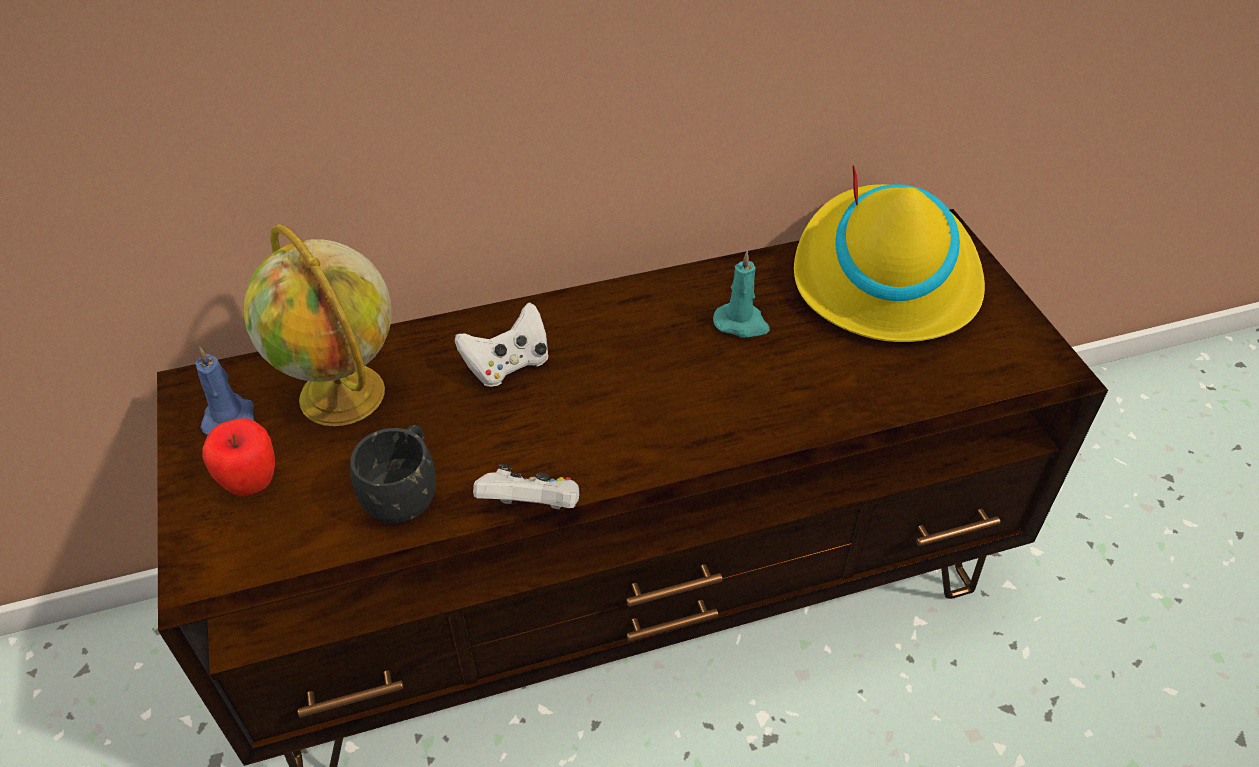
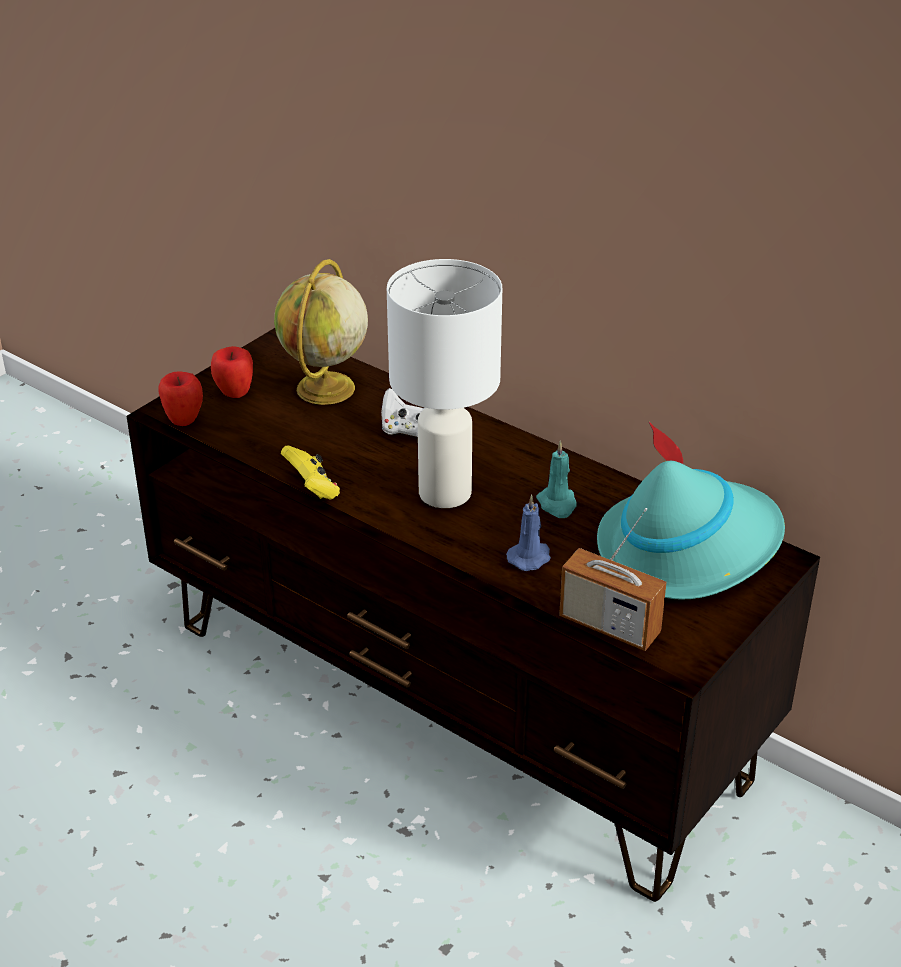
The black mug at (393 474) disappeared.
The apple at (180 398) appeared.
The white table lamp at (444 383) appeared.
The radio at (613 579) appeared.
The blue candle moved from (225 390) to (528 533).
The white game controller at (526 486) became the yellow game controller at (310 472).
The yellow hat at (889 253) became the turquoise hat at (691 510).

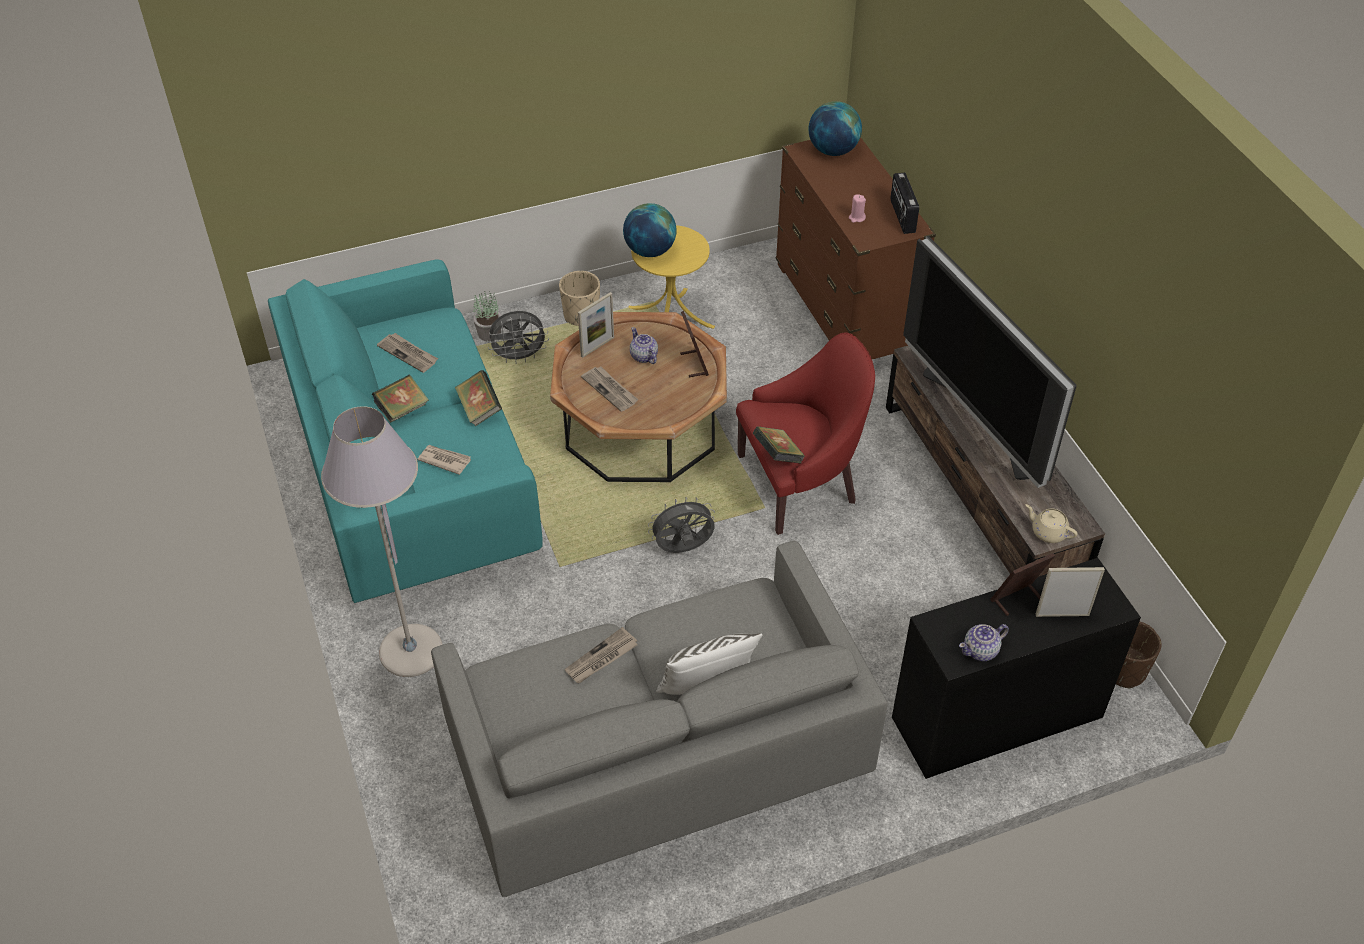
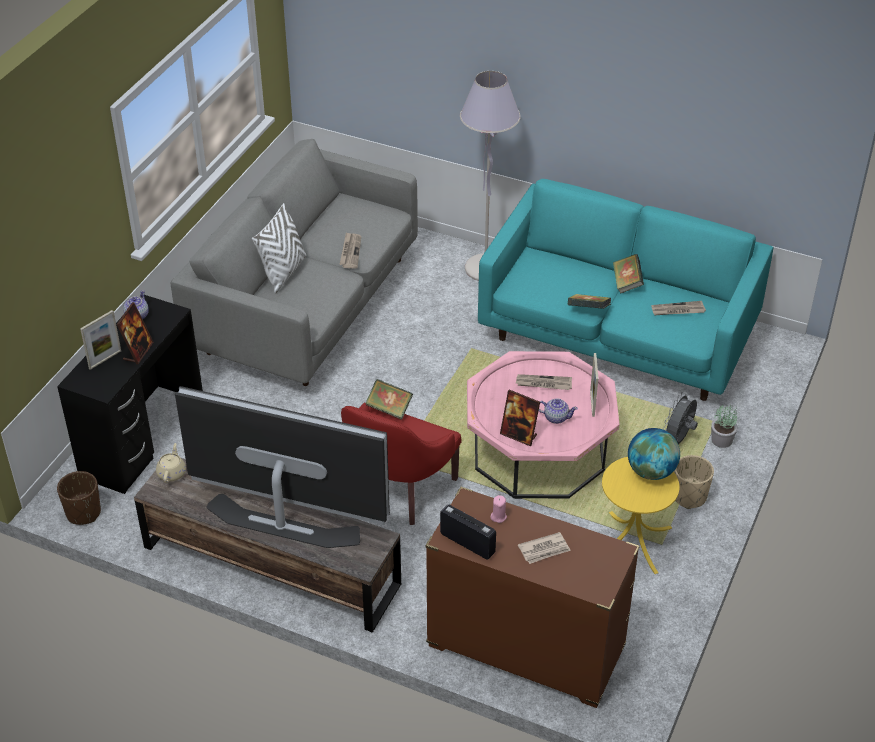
The grey fan at (681 525) disappeared.
The globe at (835 128) disappeared.
The newspaper moved from (444 460) to (544 548).
The brown coffee table at (638 397) became the pink coffee table at (543 425).
The beige teapot at (1052 523) turned 75 degrees counterclockwise.

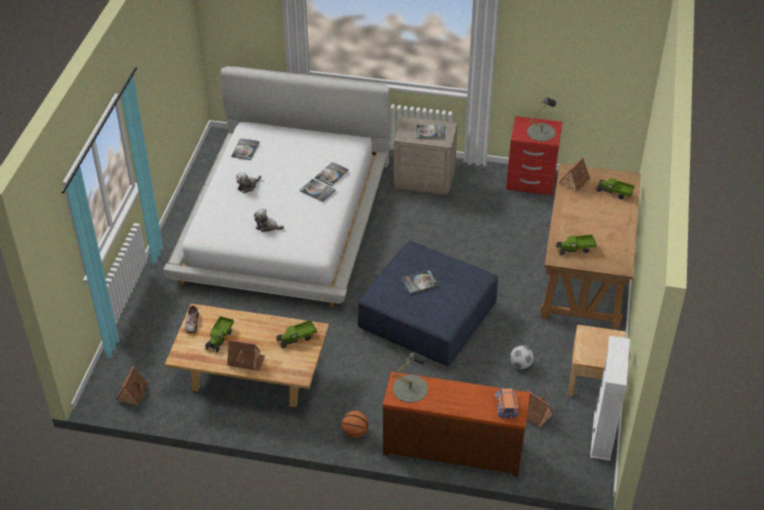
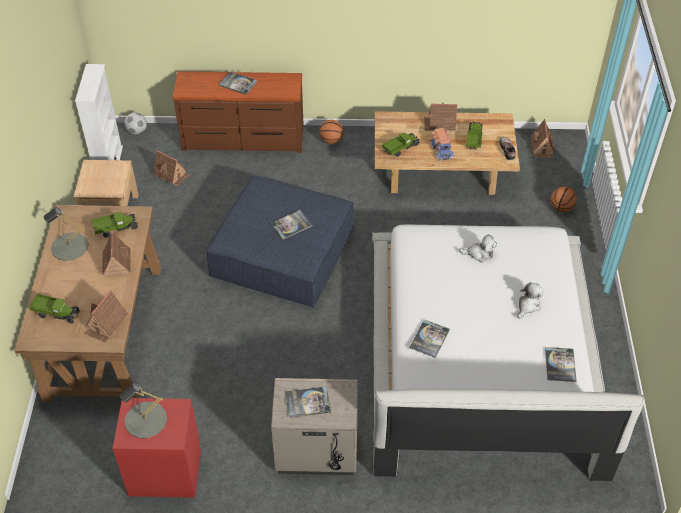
The toy house at (117 254) appeared.
The basketball at (564 199) appeared.
The book moved from (318 190) to (238 83).
The grey table lamp moved from (410 377) to (66 234).
The toy truck moved from (507 404) to (442 144).
The football moved from (522 357) to (135 123).

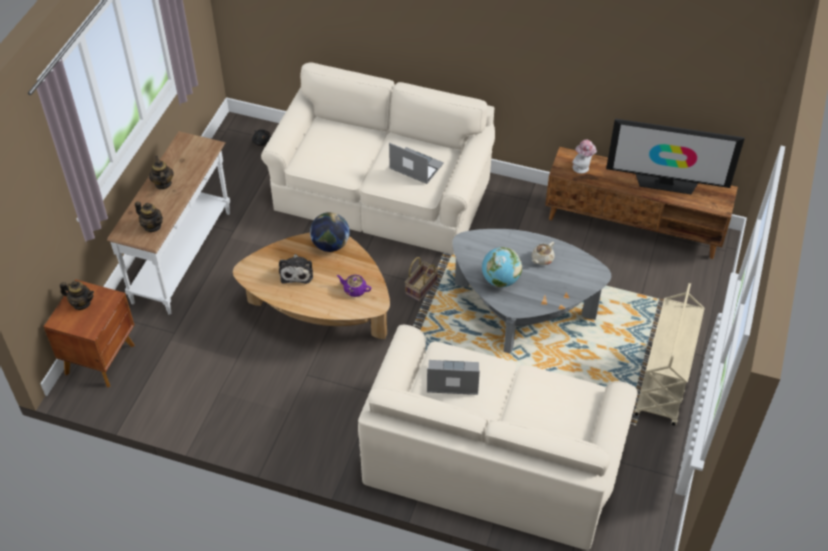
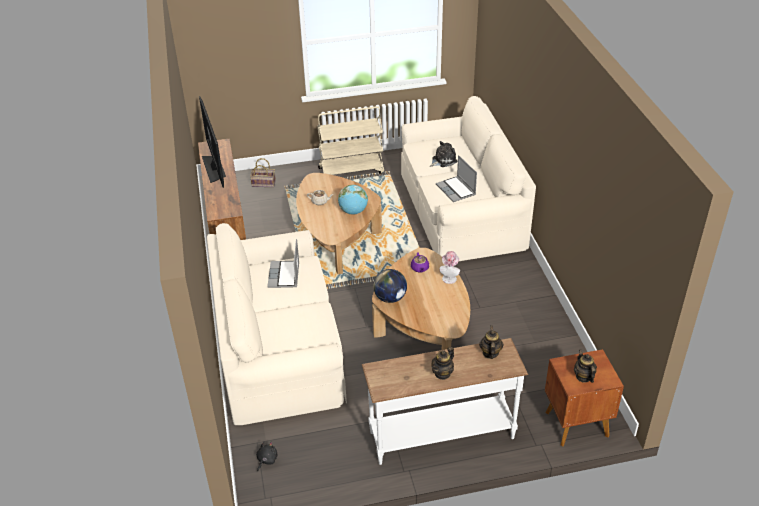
The plush toy moved from (296 269) to (444 154).
The basket moved from (421 279) to (263 172).
The hat moved from (585 157) to (450 267).
The grey coffee table at (531 291) became the brown coffee table at (339 223).

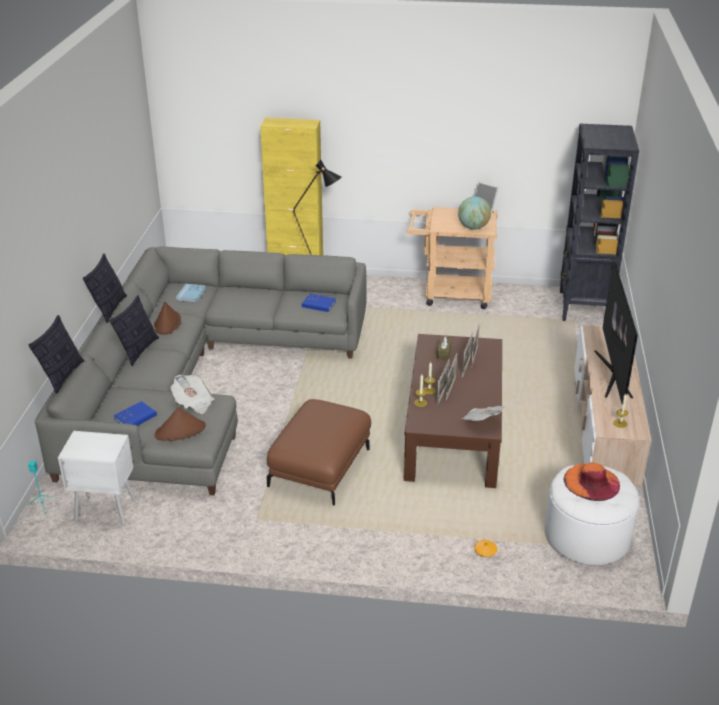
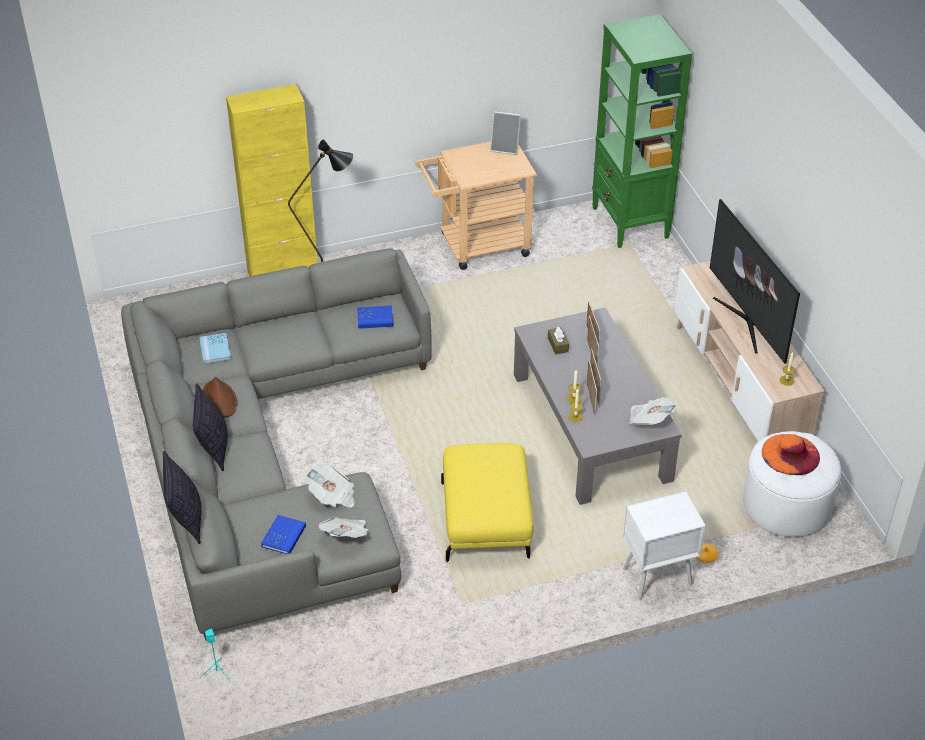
The pillow at (105 288) disappeared.
The globe at (474 212) disappeared.
The white nightstand moved from (97 478) to (664 545).
The brown hat at (180 424) was replaced by the newspaper at (343 527).
The brown ottoman at (319 452) became the yellow ottoman at (487 502).
The brown coffee table at (453 411) became the grey coffee table at (598 406).
The black bookcase at (599 222) became the green bookcase at (642 131).

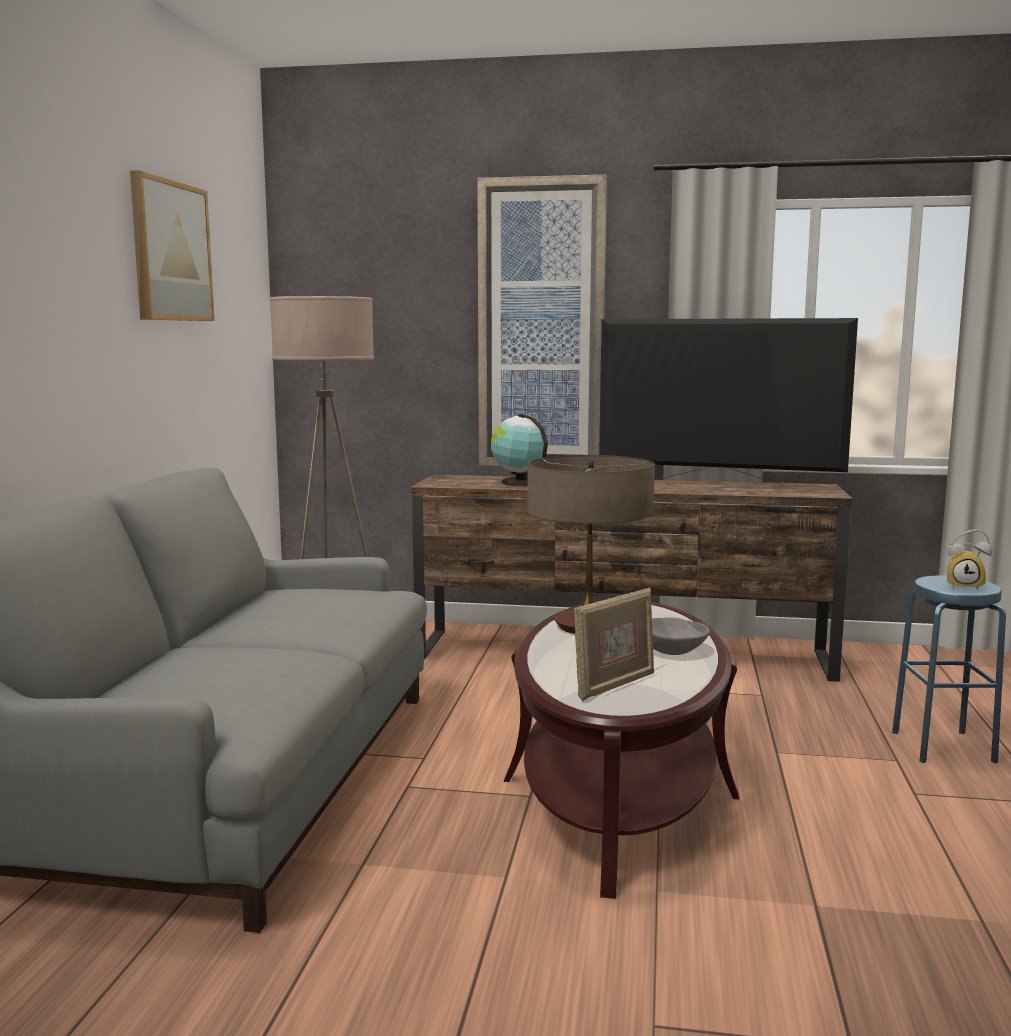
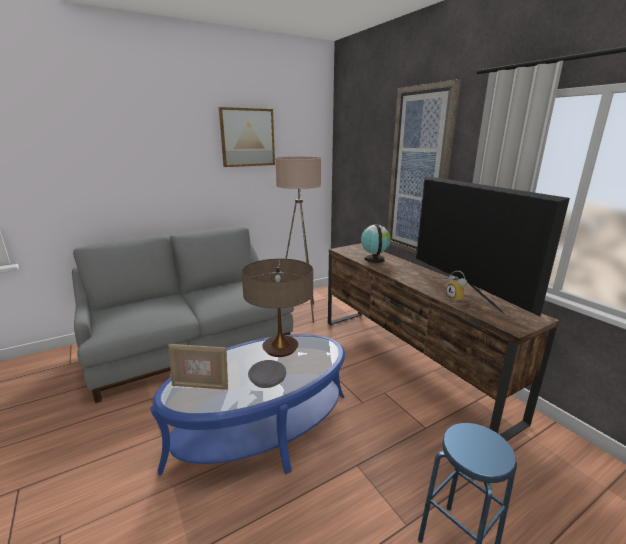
The alarm clock moved from (970 559) to (456 287).
The brown coffee table at (621 750) became the blue coffee table at (247 404).

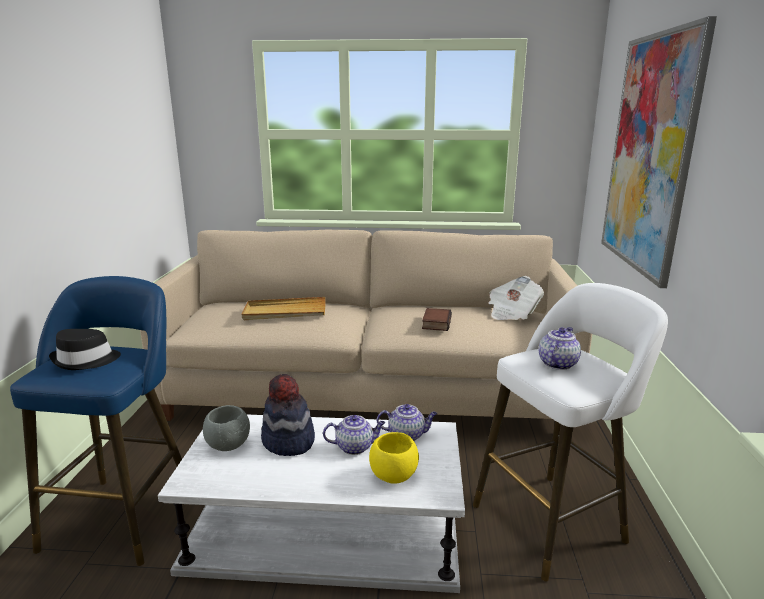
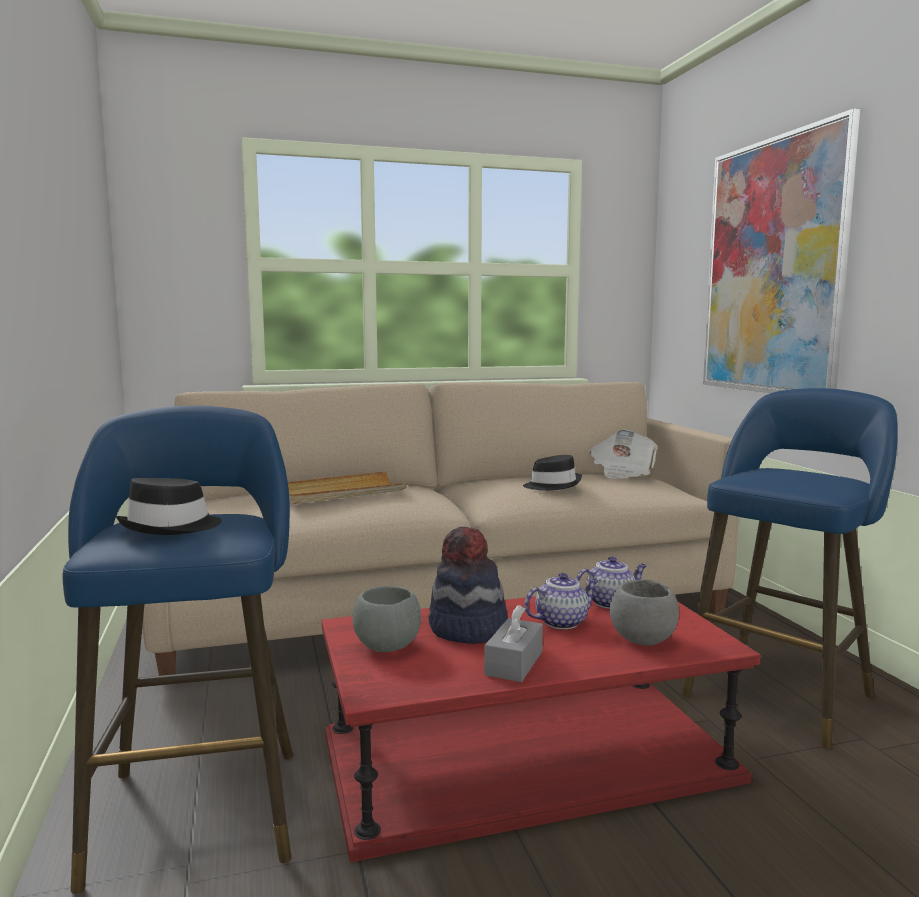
The teapot at (560 348) disappeared.
The grey tissue box at (513 643) appeared.
The book at (437 319) was replaced by the black hat at (552 473).
The white coffee table at (311 503) became the red coffee table at (541 729).
The yellow bowl at (394 458) became the grey bowl at (644 612).
The white stool at (570 432) became the blue stool at (790 568).

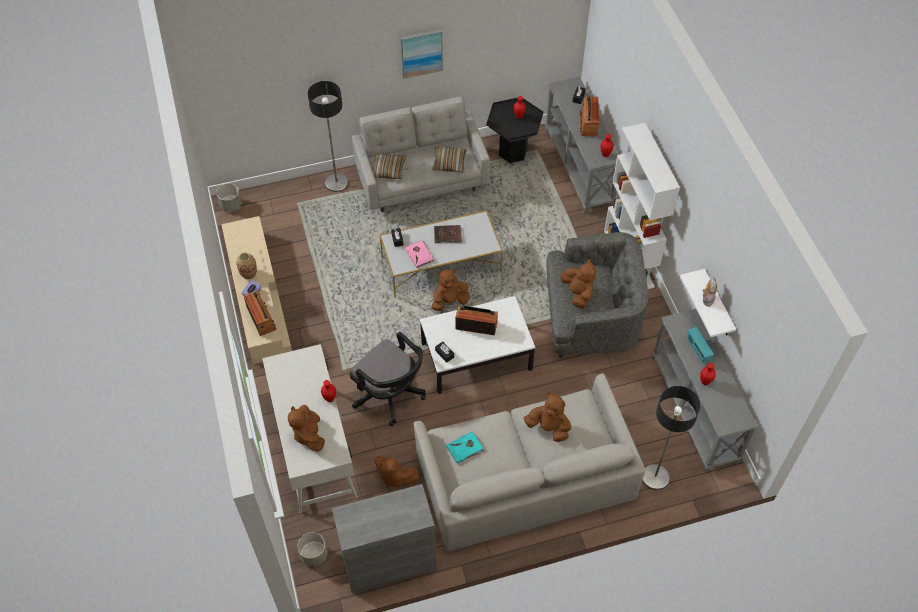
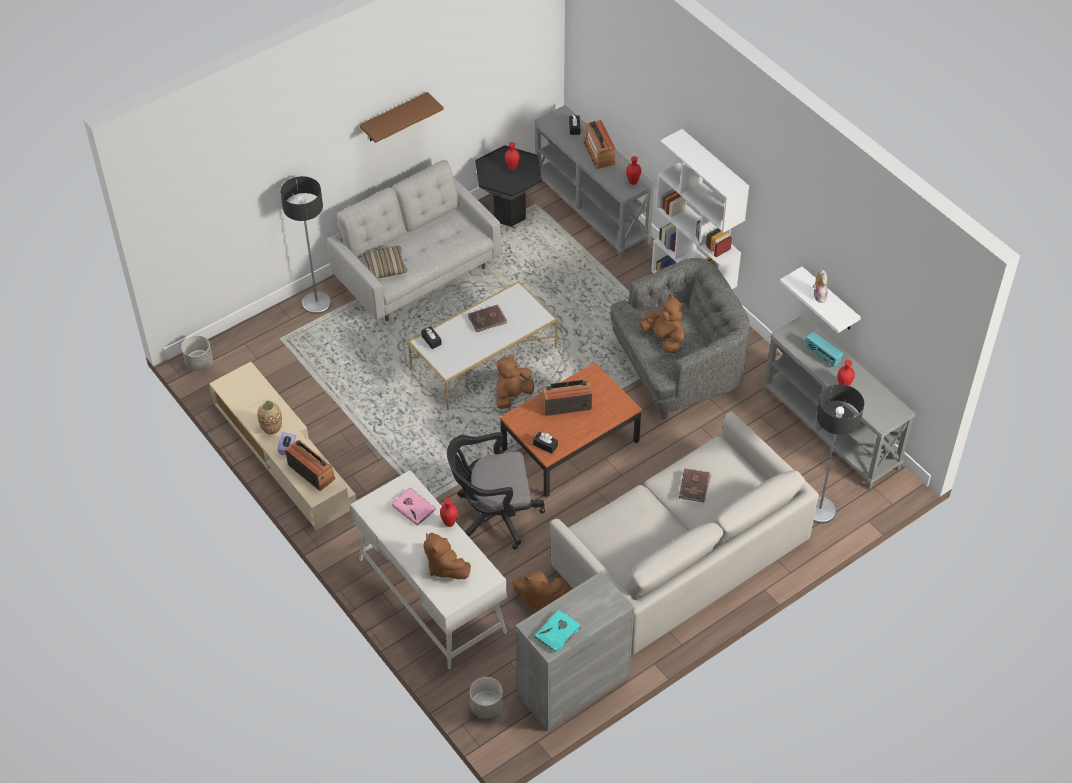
The pillow at (449 159) disappeared.
The pink book moved from (419 254) to (414 507).
The turquoise book moved from (465 448) to (558 631).
The picture at (421 54) was replaced by the brown shelf at (402 117).
The brown plush toy at (547 417) was replaced by the brown book at (695 485).
The white coffee table at (477 345) became the brown coffee table at (571 430).
The black office chair at (388 379) turned 150 degrees clockwise.

